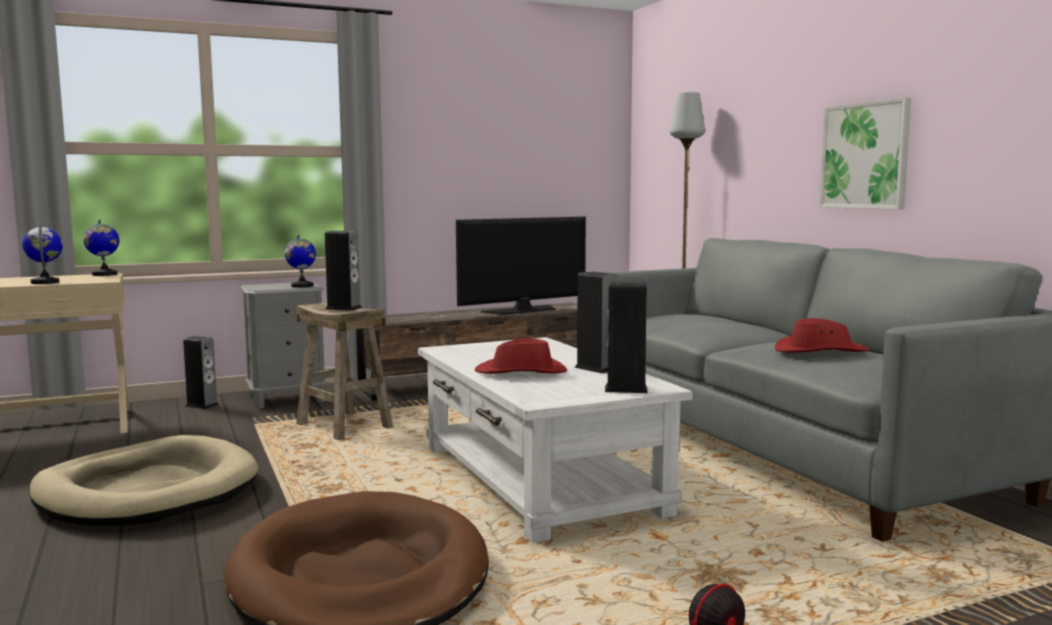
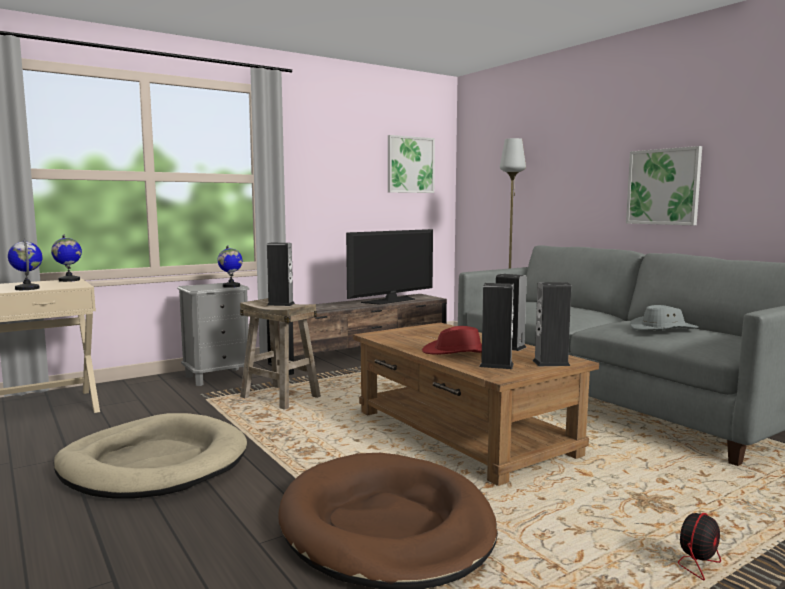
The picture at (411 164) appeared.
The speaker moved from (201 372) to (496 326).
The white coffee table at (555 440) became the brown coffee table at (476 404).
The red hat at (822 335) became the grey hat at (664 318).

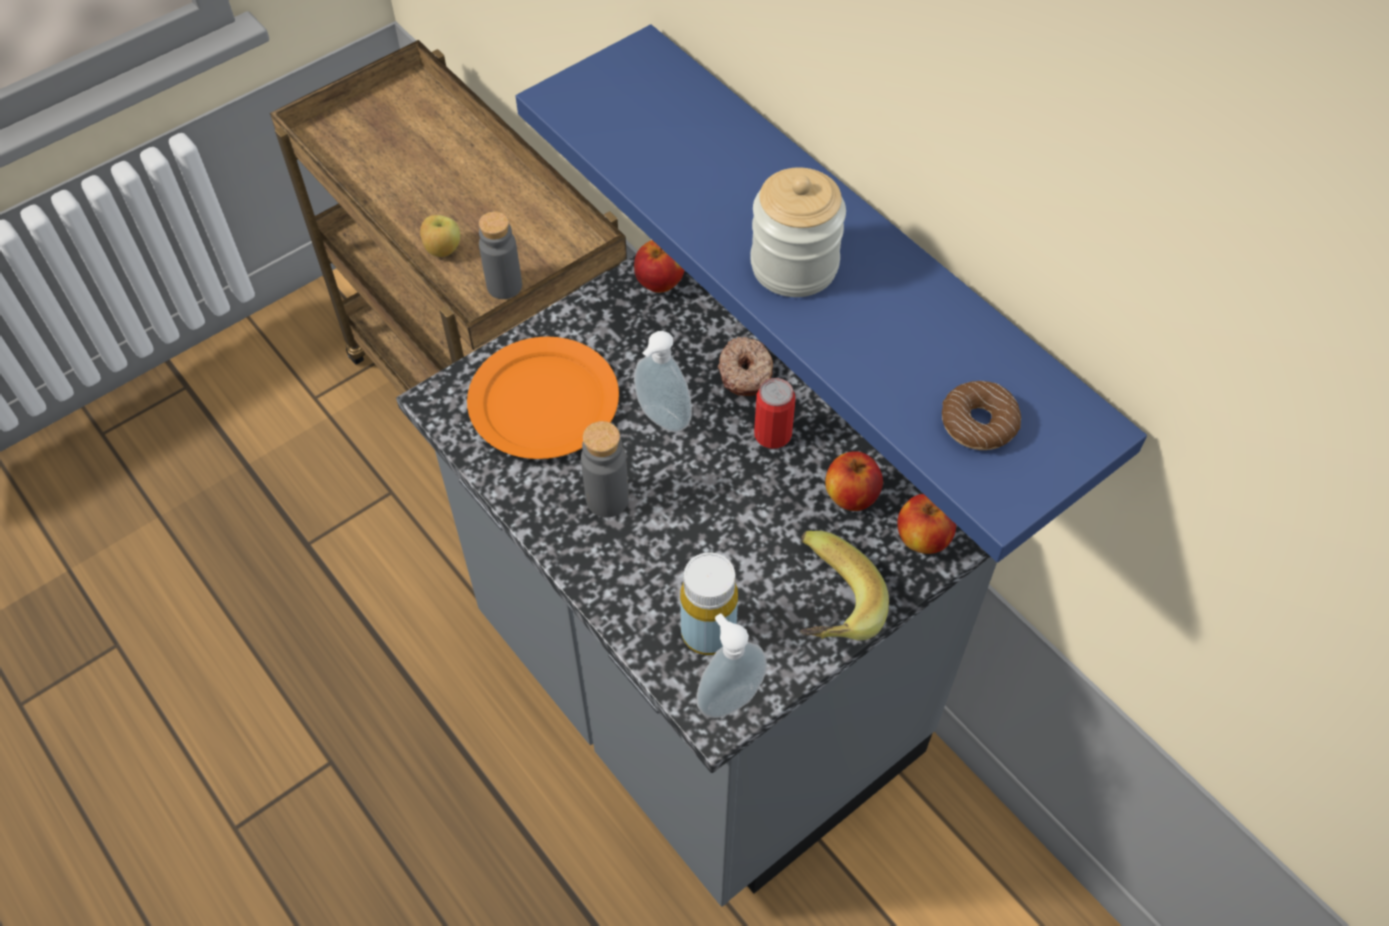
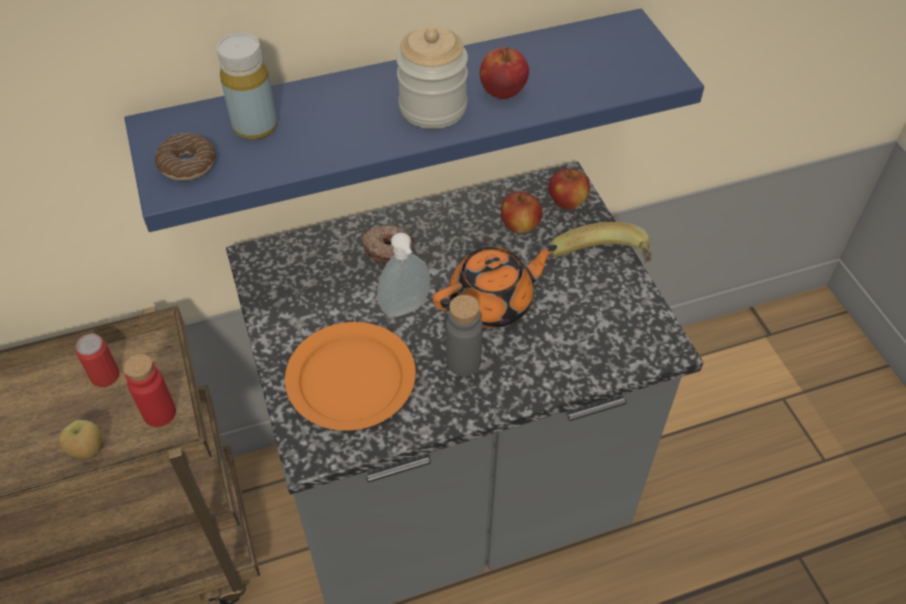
The soap dispenser at (732 665) disappeared.
The orange teapot at (495 286) appeared.
The apple moved from (659 266) to (504 73).
The yellow bottle moved from (709 603) to (247 86).
The can moved from (774 413) to (98 360).
The donut moved from (981 415) to (185 157).
The grey bottle at (500 255) became the red bottle at (149 390).

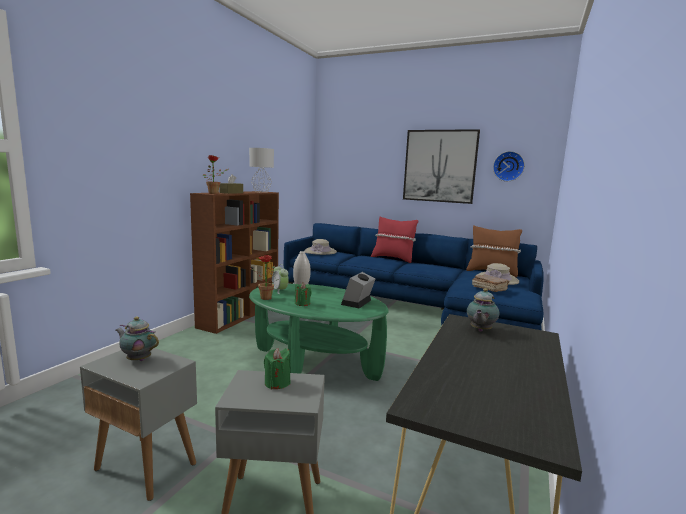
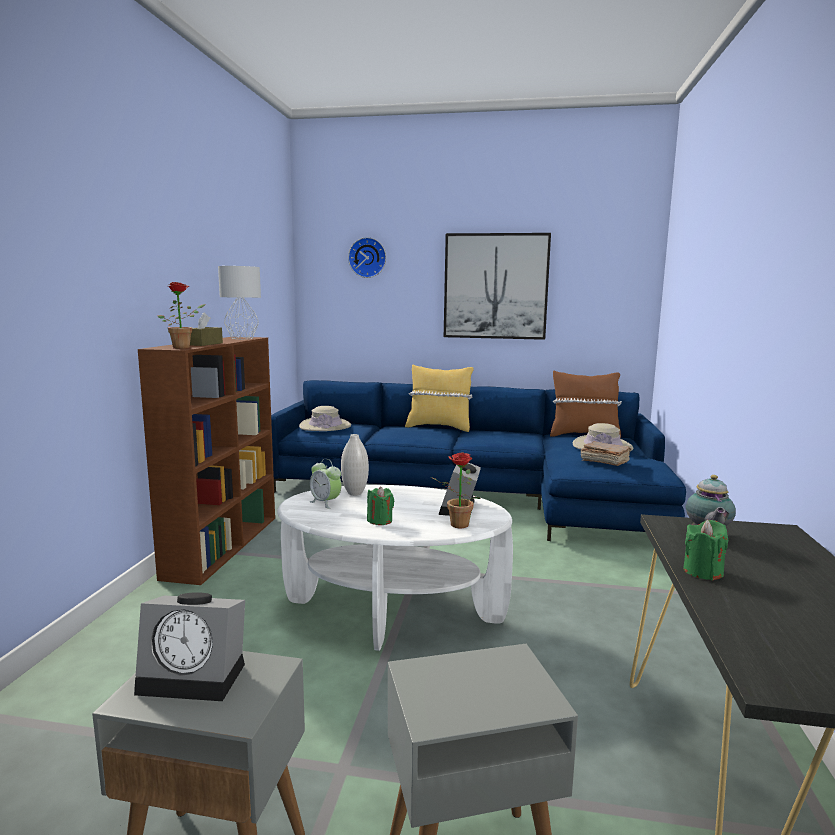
The potted plant moved from (262 277) to (456 490).
The green candle moved from (277 369) to (705 550).
The wall clock moved from (509 166) to (367 257).
The teapot at (137 339) was replaced by the alarm clock at (189 646).
The green coffee table at (319 332) became the white coffee table at (395 568).
The red pillow at (395 239) became the yellow pillow at (439 398).

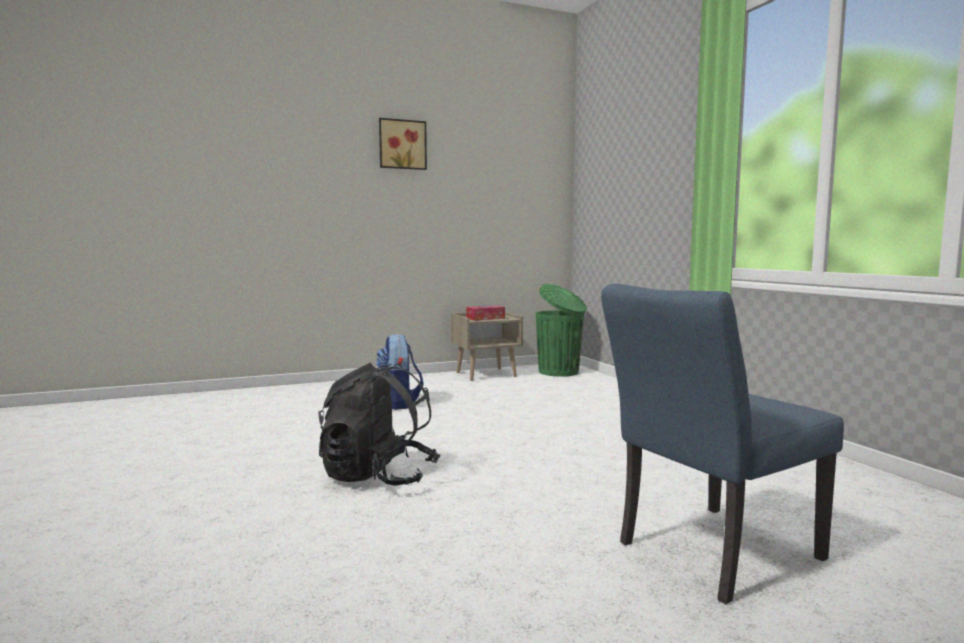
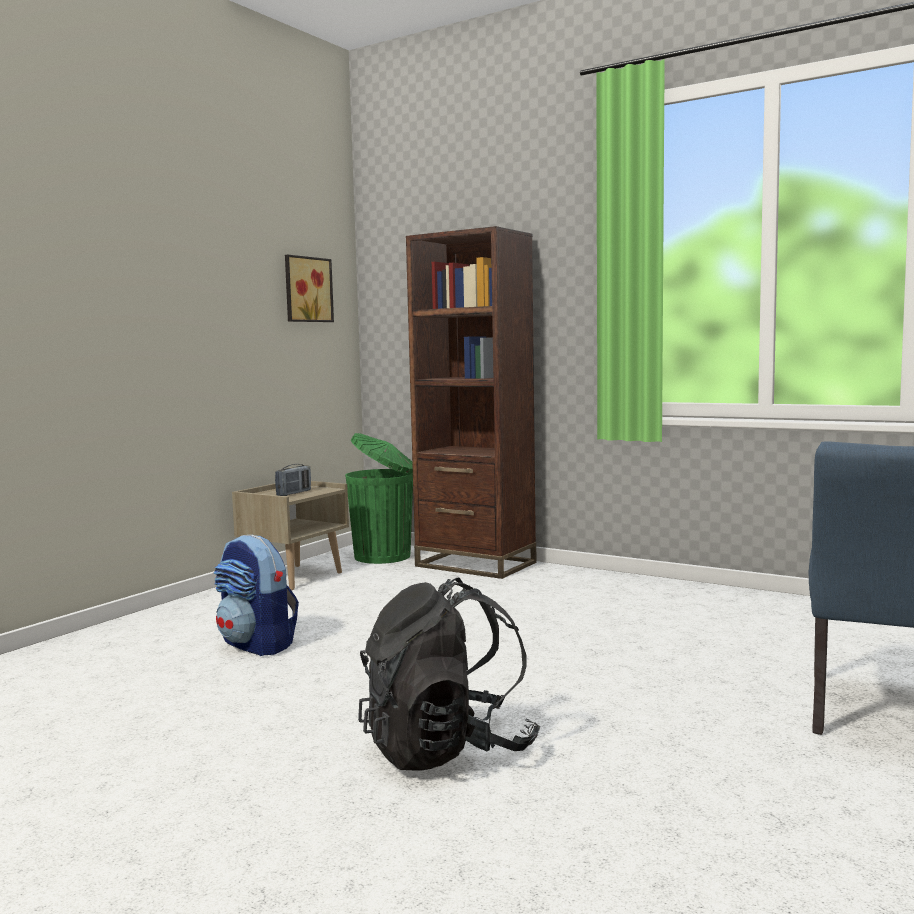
The brown bookcase at (471 402) appeared.
The picture moved from (403 144) to (309 288).
The tissue box at (485 313) was replaced by the radio at (293 480).

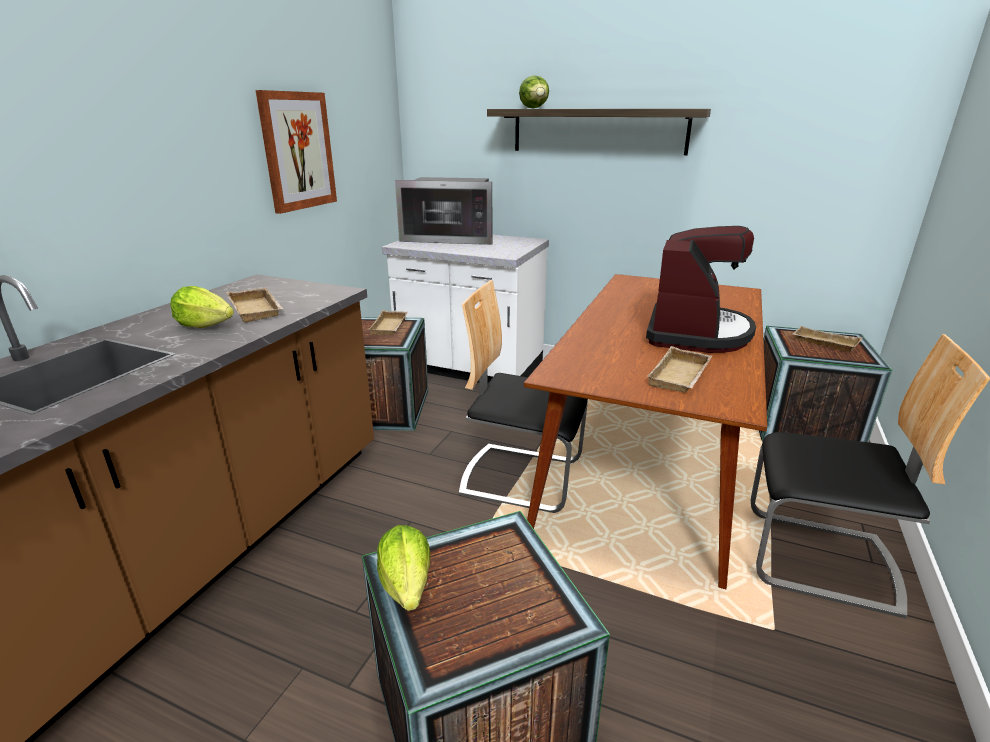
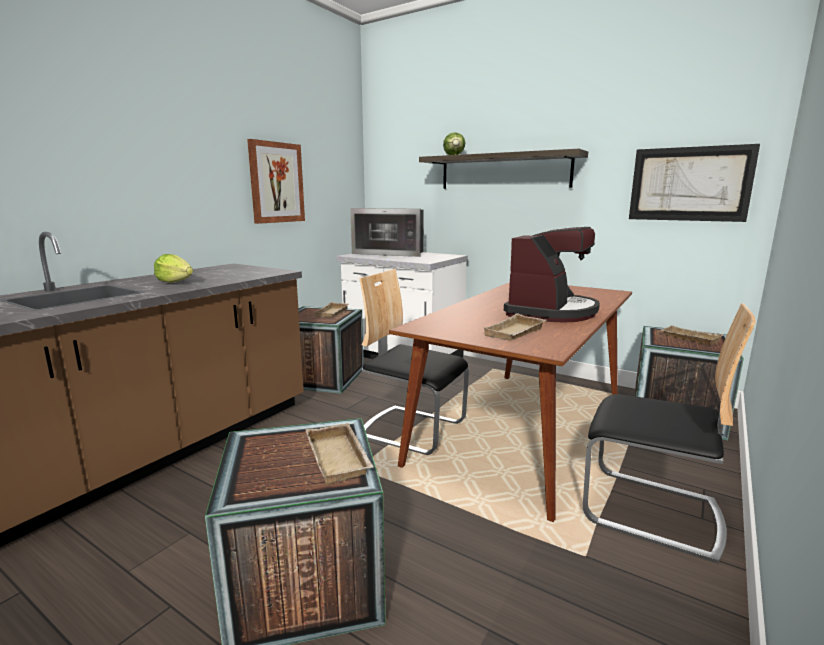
The lettuce at (403 568) disappeared.
The picture at (694 183) appeared.
The beige tray moved from (255 305) to (340 454).

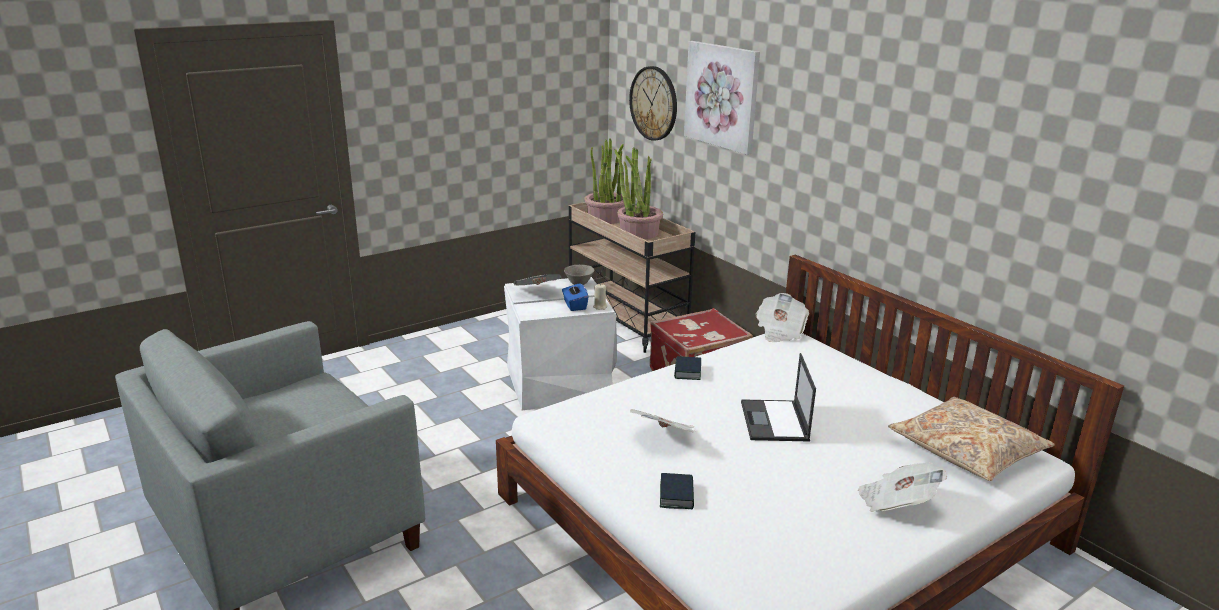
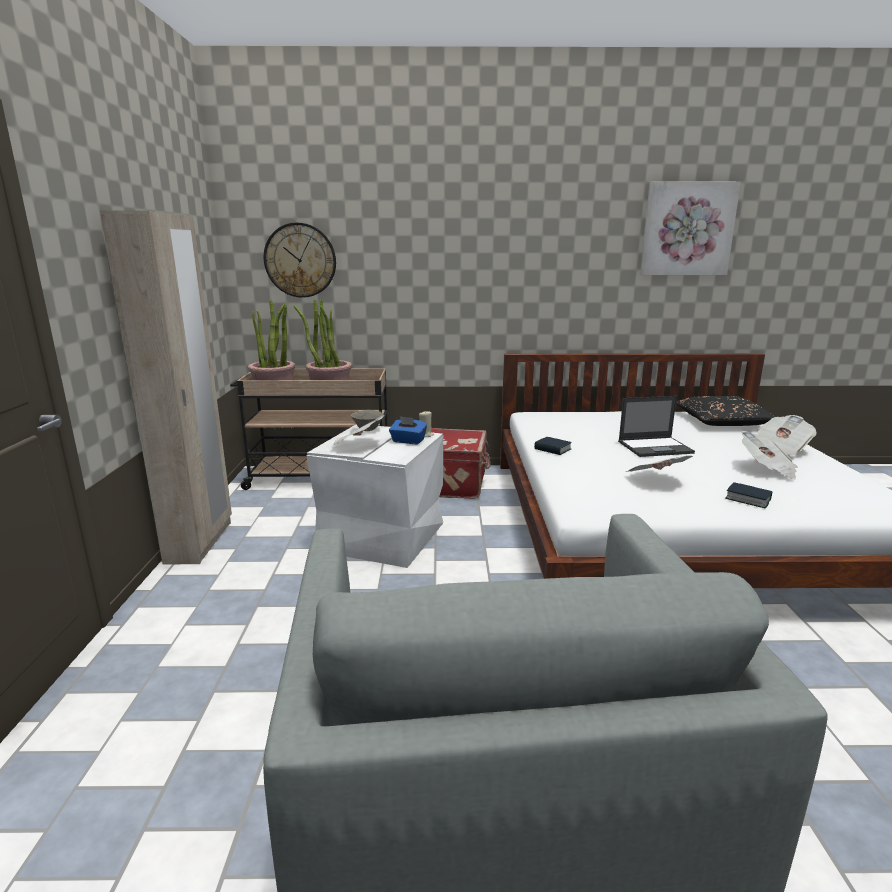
The beige wardrobe at (166 387) appeared.
The picture moved from (722 98) to (690 228).
The newspaper moved from (782 317) to (769 455).
The beige pillow at (971 439) became the black pillow at (726 411).
The laptop at (778 397) turned 45 degrees counterclockwise.

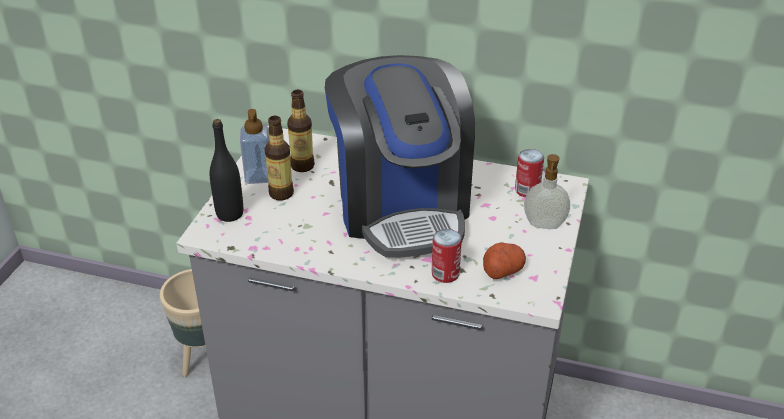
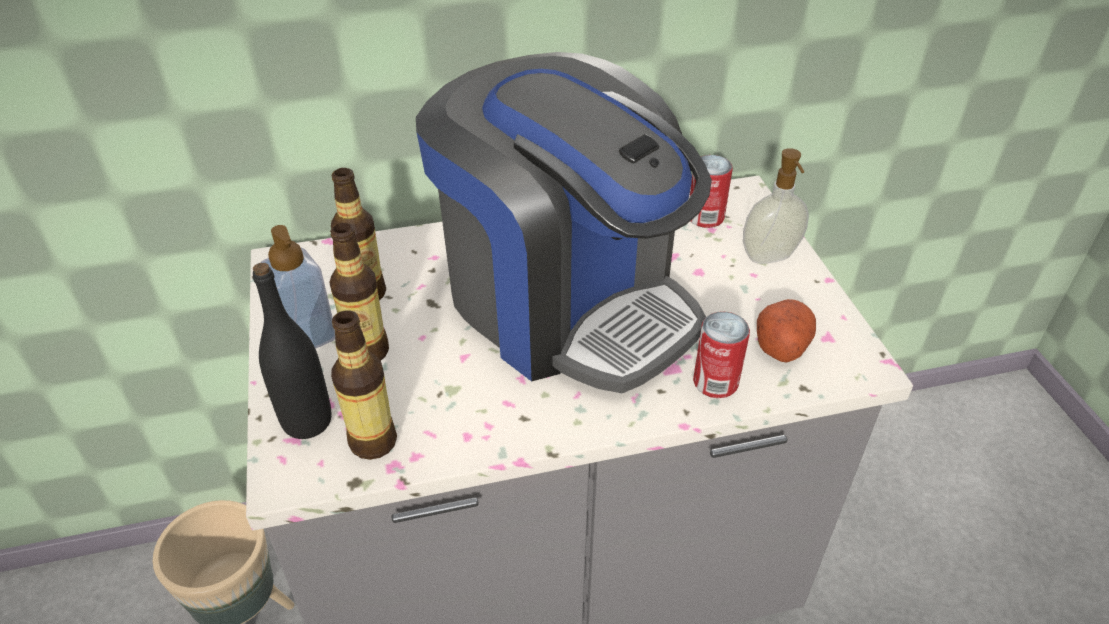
The bottle at (364 385) appeared.

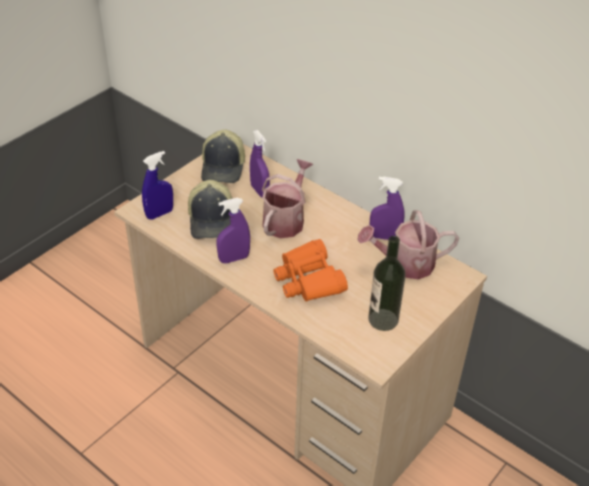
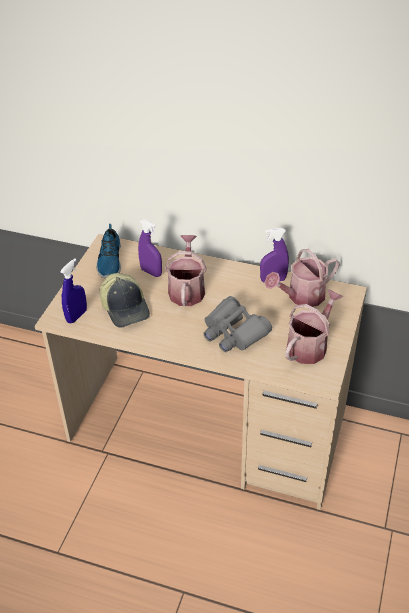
The purple spray bottle at (233 230) disappeared.
The cap at (223 156) was replaced by the shoe at (108 251).
The bottle at (387 283) was replaced by the watering can at (314 326).
The orange binoculars at (310 270) became the grey binoculars at (238 324).

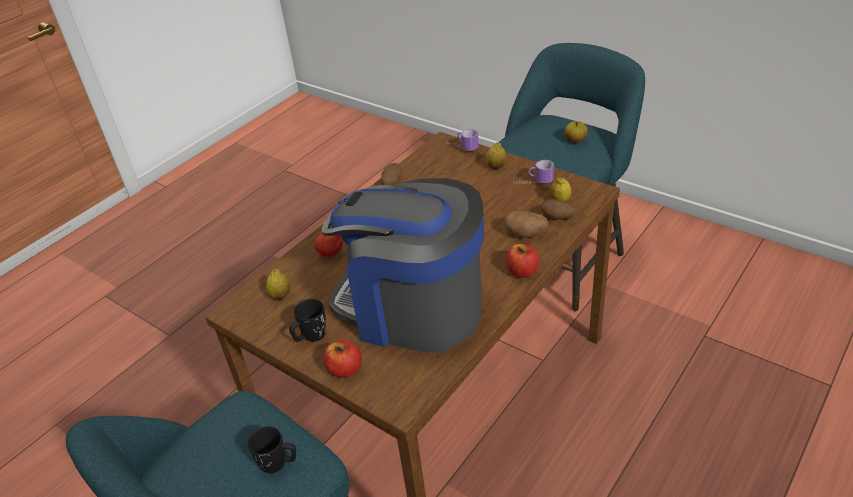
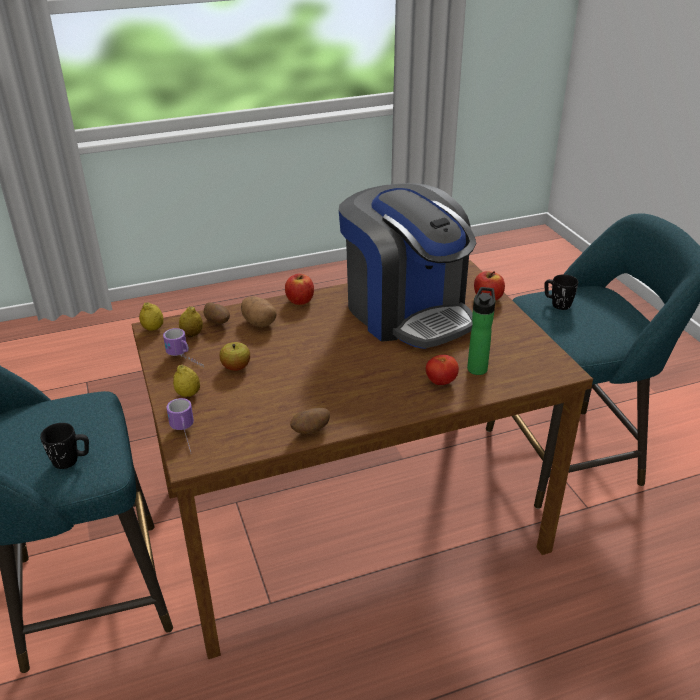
The bottle at (481 331) appeared.
The lemon moved from (278 284) to (151 316).
The black mug moved from (307 320) to (64 446).
The apple moved from (576 131) to (234 356).

